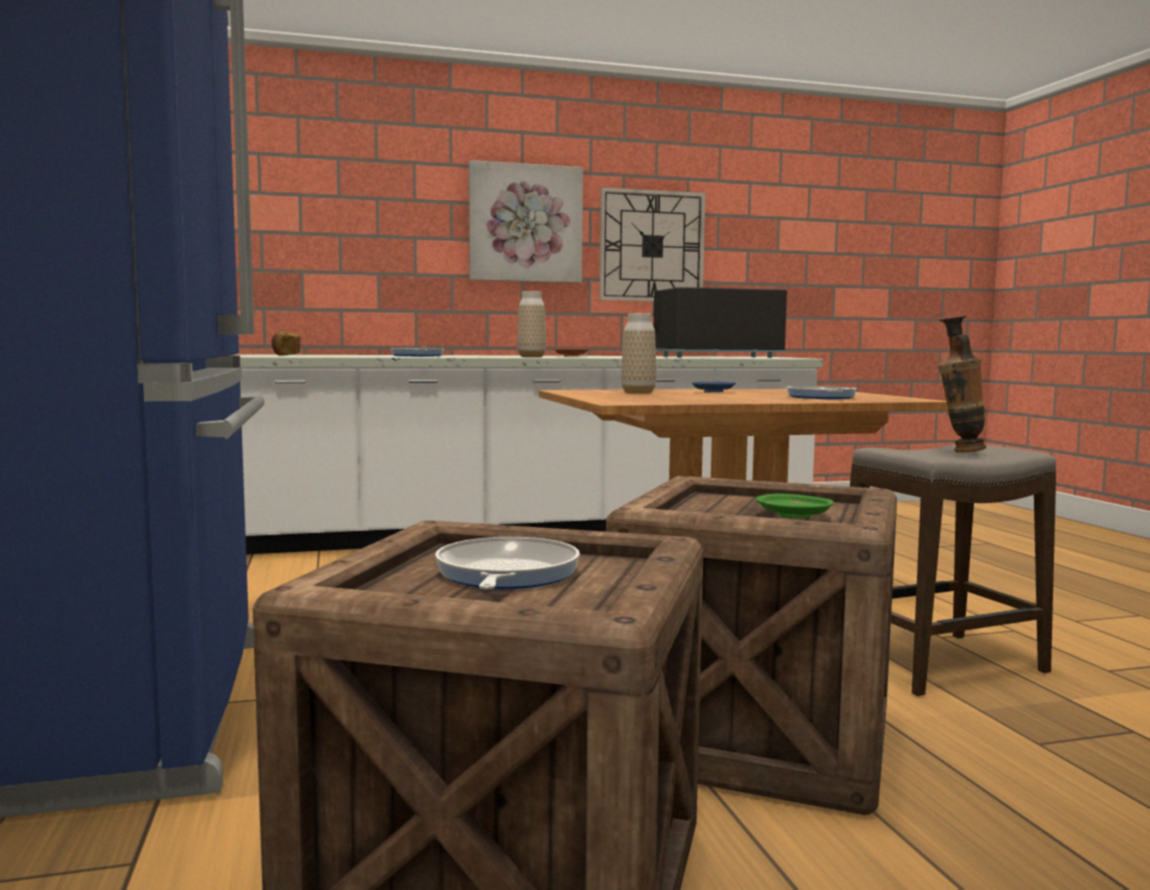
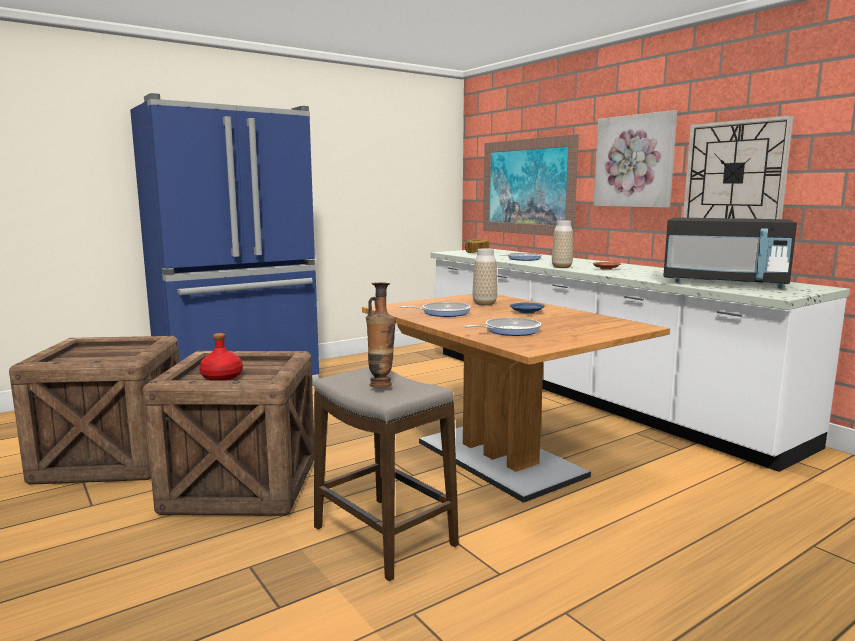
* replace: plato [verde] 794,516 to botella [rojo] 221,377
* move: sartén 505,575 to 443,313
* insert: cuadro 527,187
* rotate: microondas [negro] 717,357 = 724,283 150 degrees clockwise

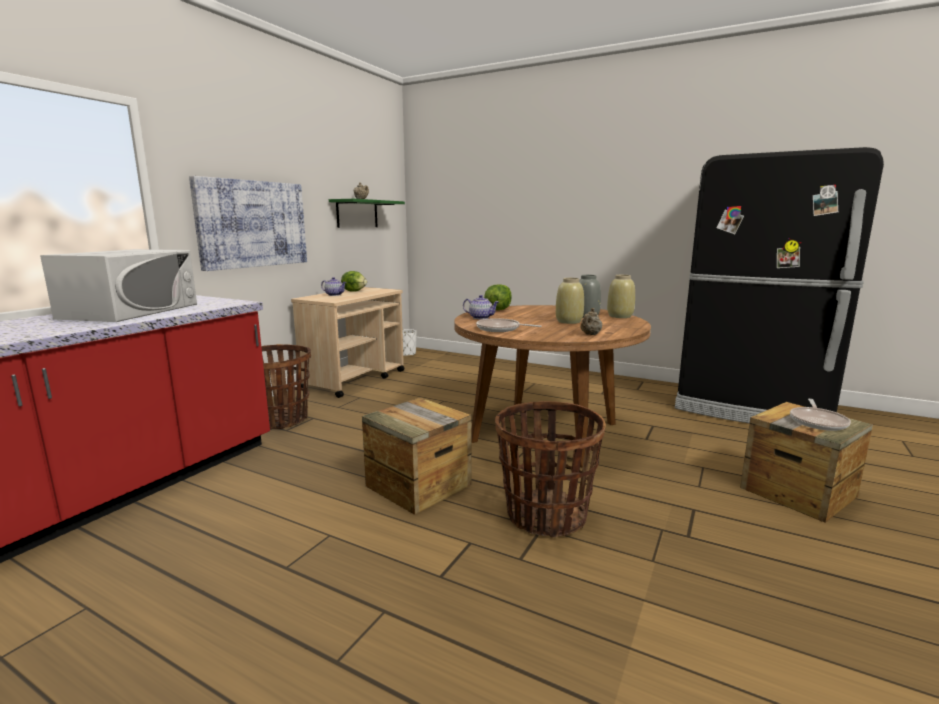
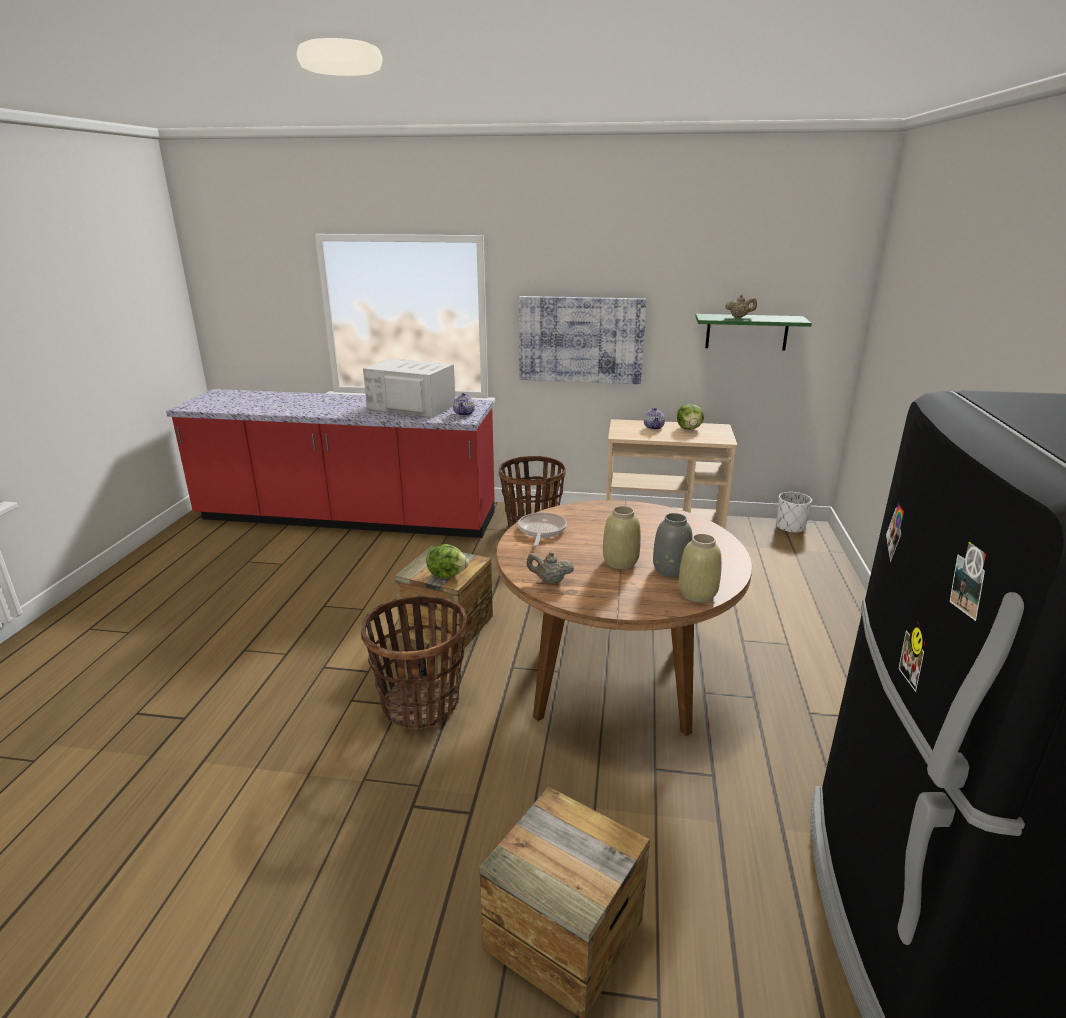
* rotate: microondas [blanco] 131,311 = 411,407 150 degrees counterclockwise
* move: lechuga 497,309 to 447,574
* move: tetera 480,317 to 464,413
* delete: sartén 818,421

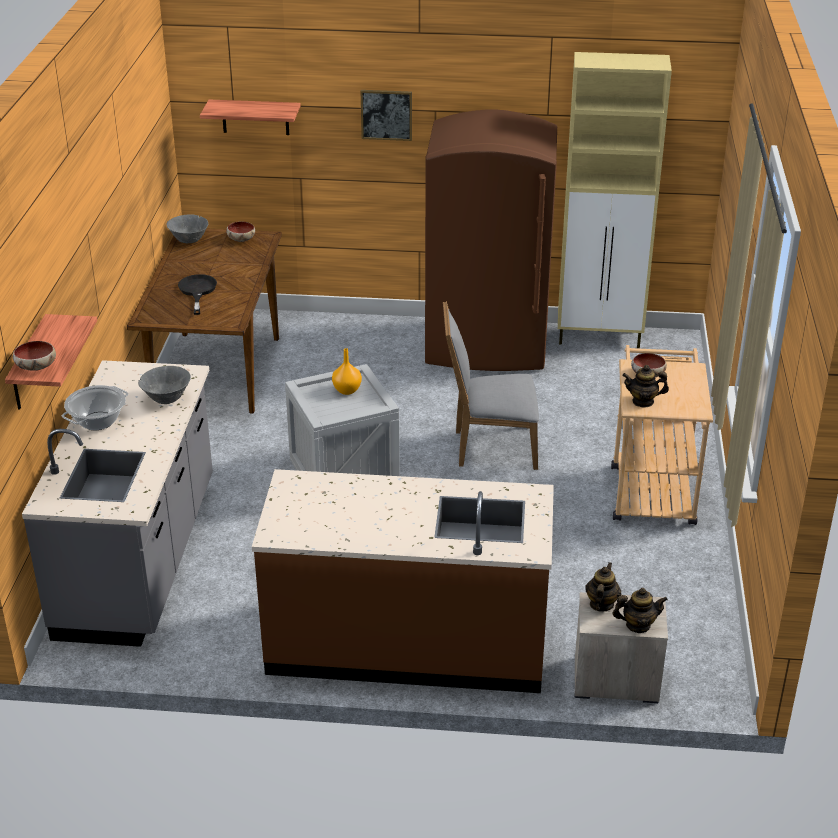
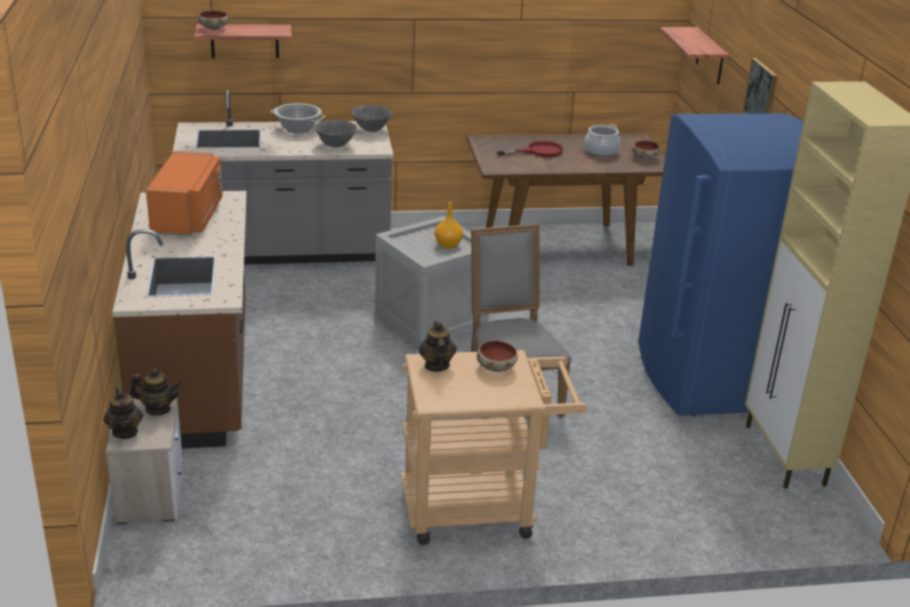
* insert: microondas [naranja] 189,217
* move: cuenco [gris] 189,241 to 371,130
* recolor: sartén [negro] 197,291 to sartén [rojo] 538,151
* insert: olla 601,151
* recolor: nevera [marrón] 487,346 to nevera [azul] 703,378

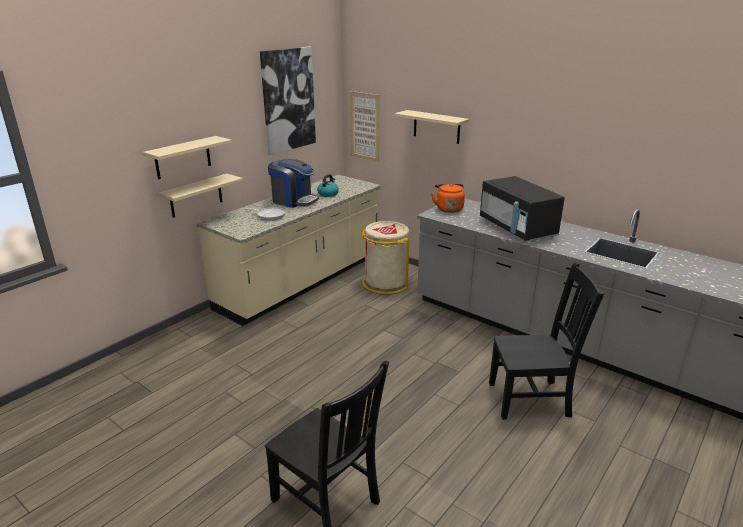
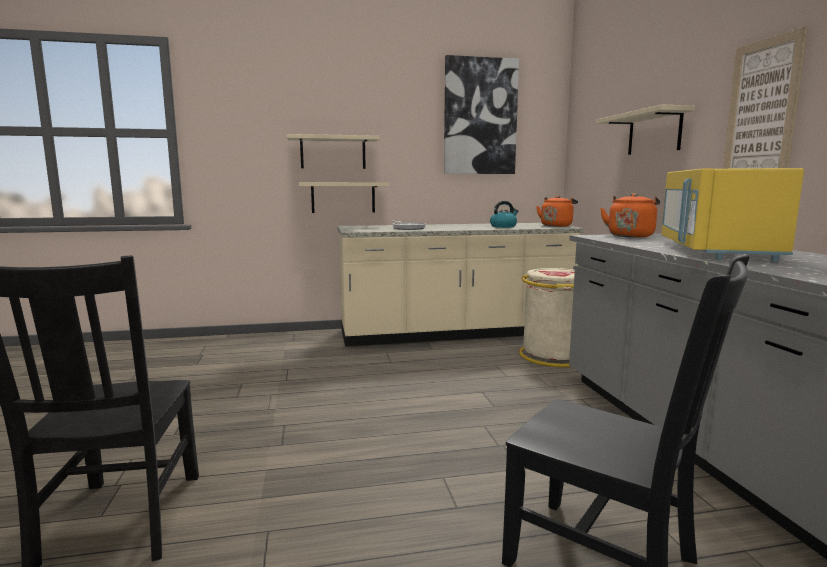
* insert: hervidor [naranja] 556,226
* recolor: microondas [negro] 517,228 to microondas [amarillo] 716,251
* move: cuadro 365,126 to 761,113
* delete: cafetera 294,200

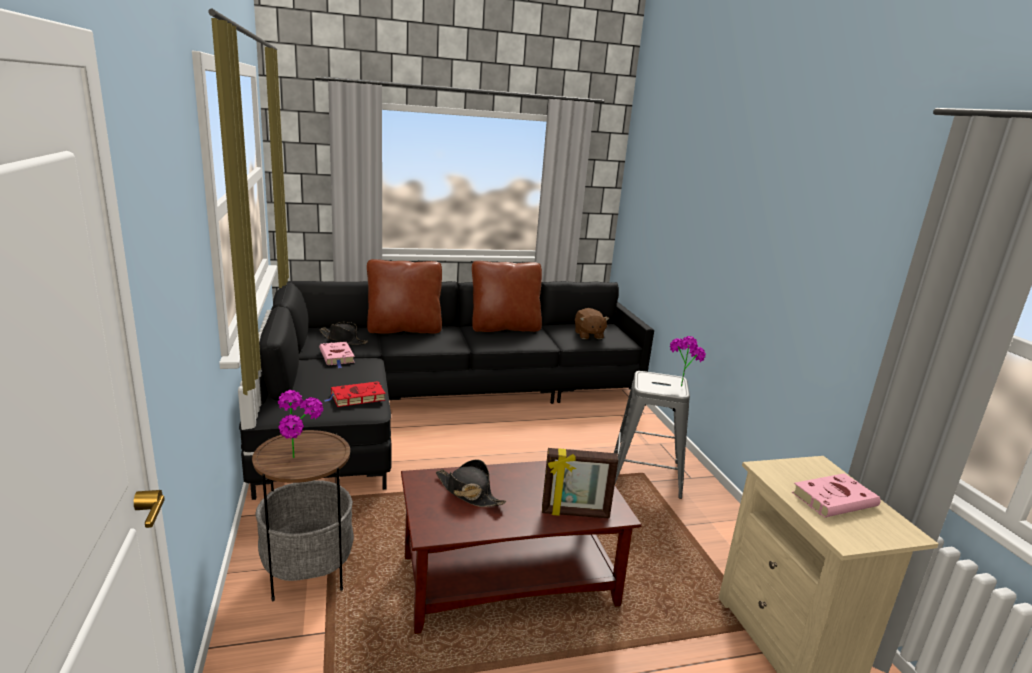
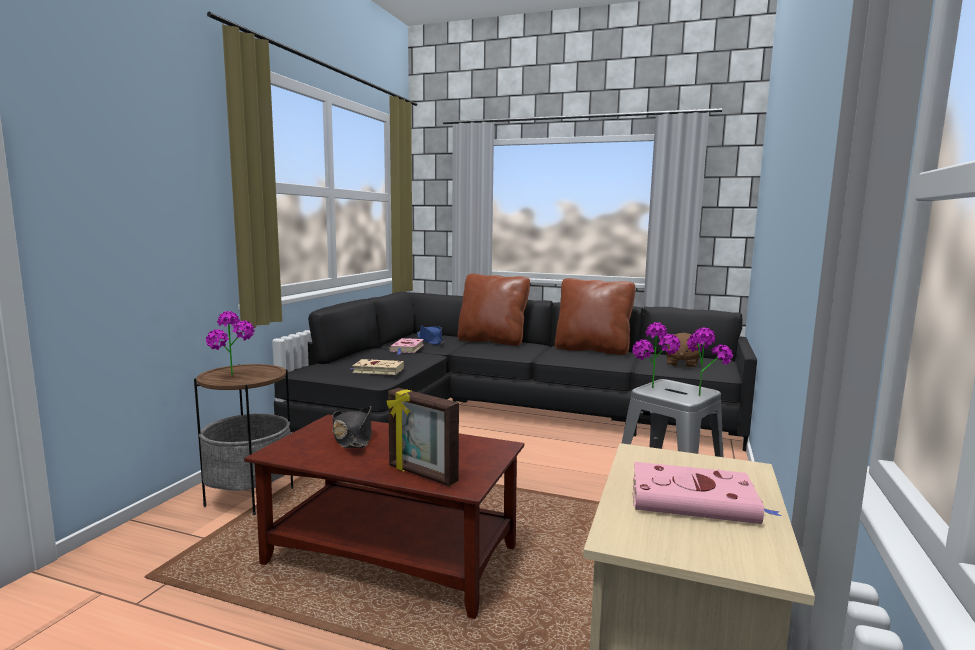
* recolor: libro [rojo] 356,397 to libro [beis] 376,370
* recolor: sombrero [negro] 343,339 to sombrero [azul] 430,341
* insert: planta en maceta 654,390

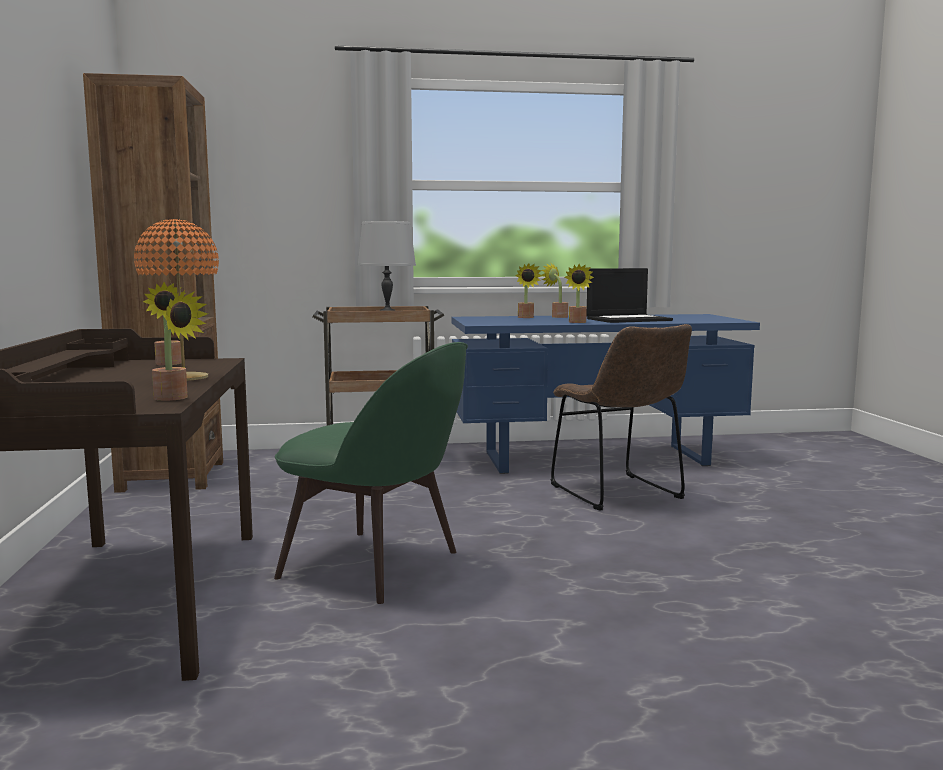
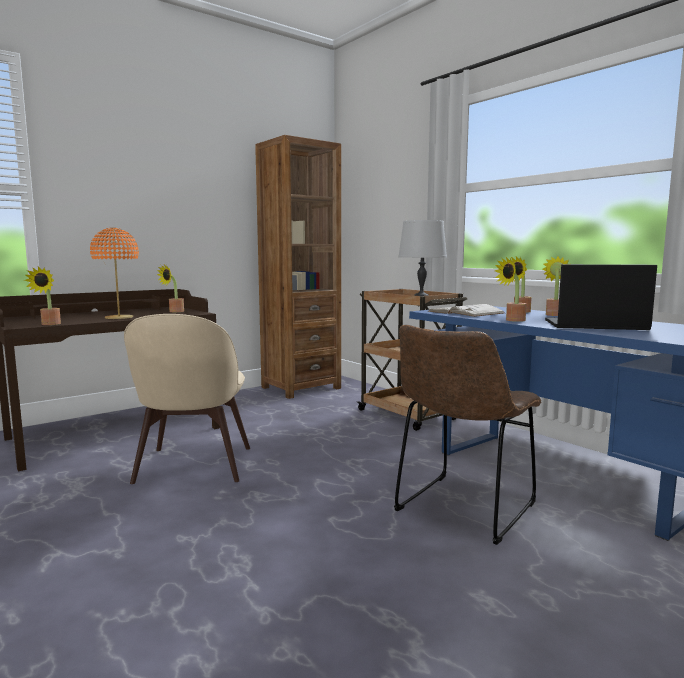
* recolor: silla [verde] 376,566 to silla [beis] 193,467
* insert: libro [blanco] 465,312
* rotate: portátil 629,319 = 594,325 150 degrees clockwise

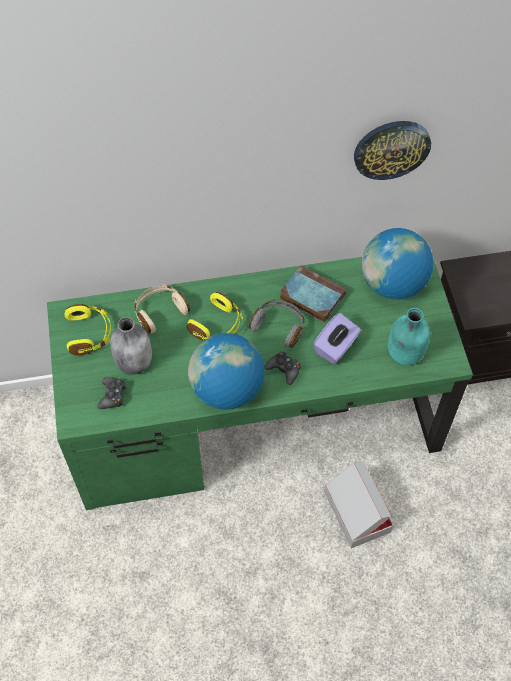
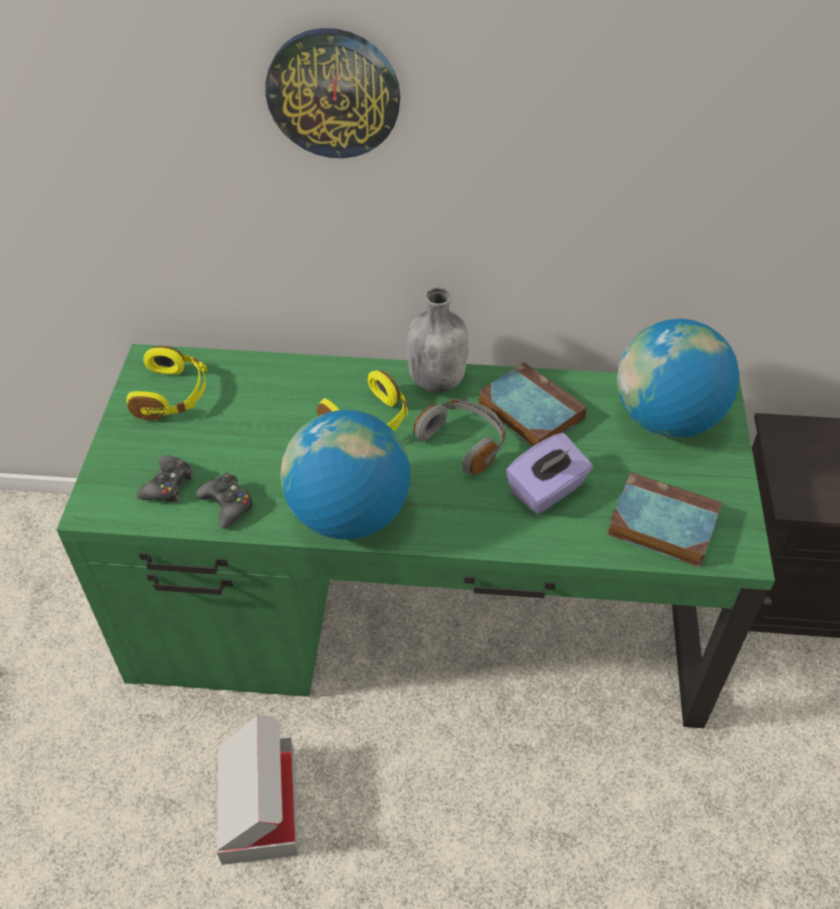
* move: mando de consola [negro] 284,369 to 227,505
* move: caja de cartón 356,511 to 258,804
* move: reloj de pared 391,149 to 333,93
* move: botella [gris] 134,362 to 437,380
* replace: botella [turquesa] 404,354 to libro 660,524
* delete: auriculares [beis] 159,312

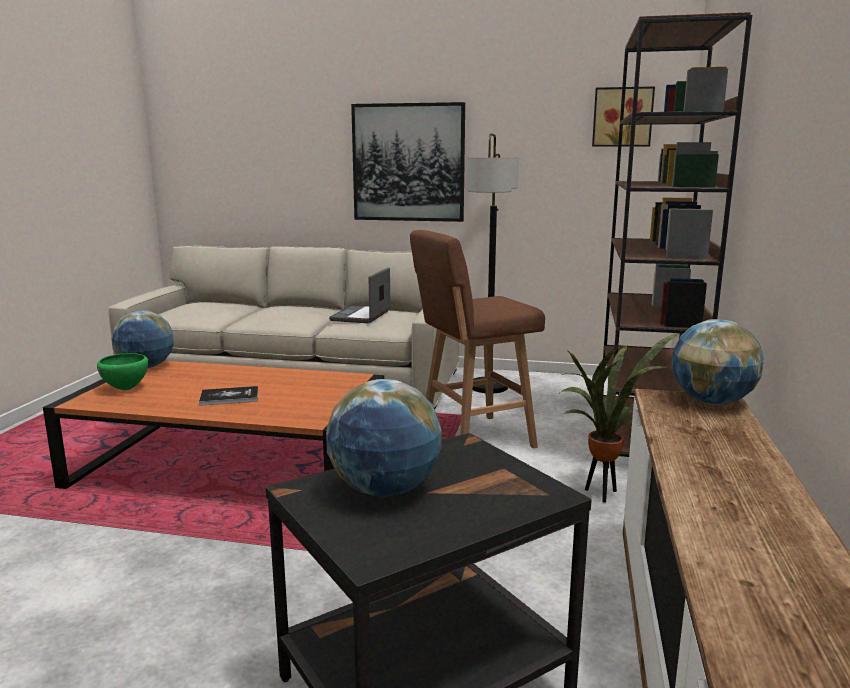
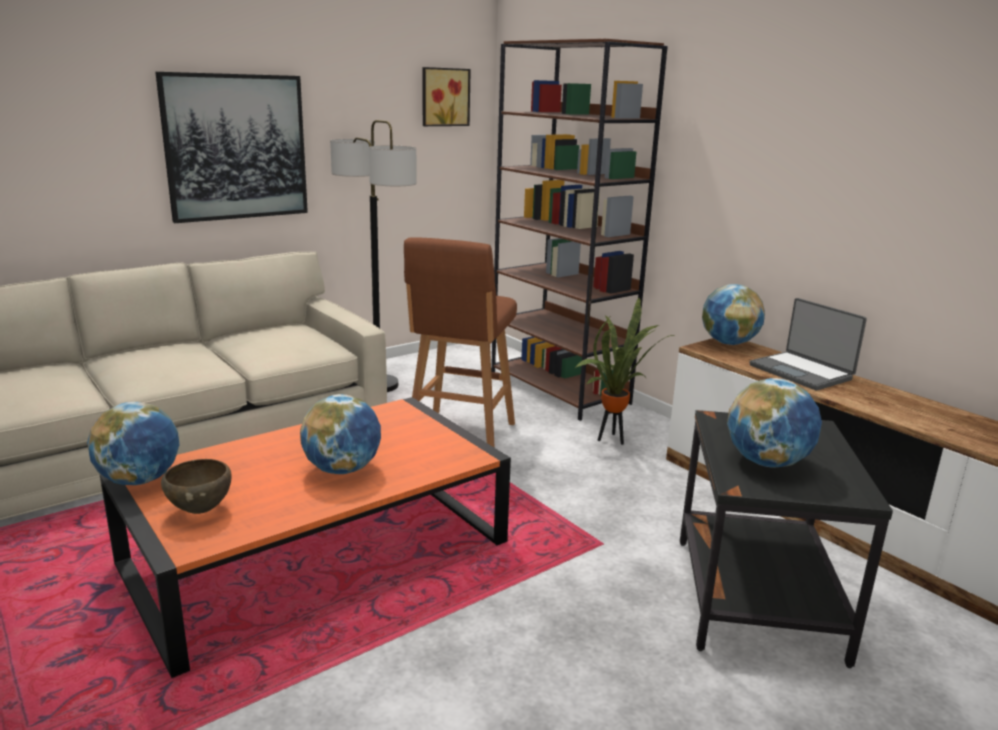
* recolor: cuenco [verde] 126,389 to cuenco [marrón] 201,510
* replace: libro 229,397 to globo terráqueo 343,469
* move: portátil 362,316 to 801,372

